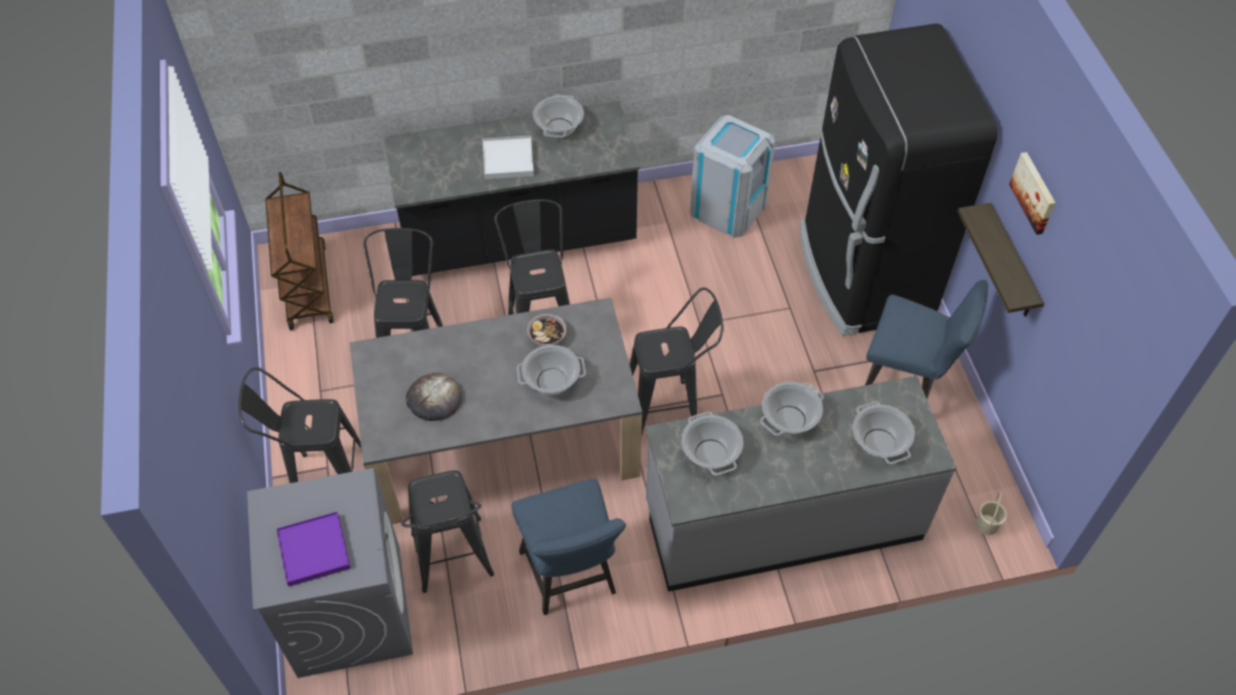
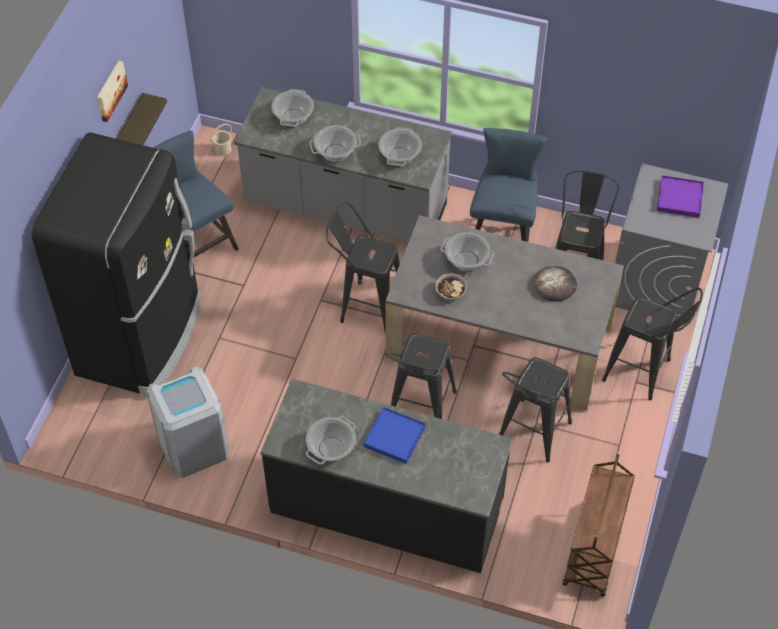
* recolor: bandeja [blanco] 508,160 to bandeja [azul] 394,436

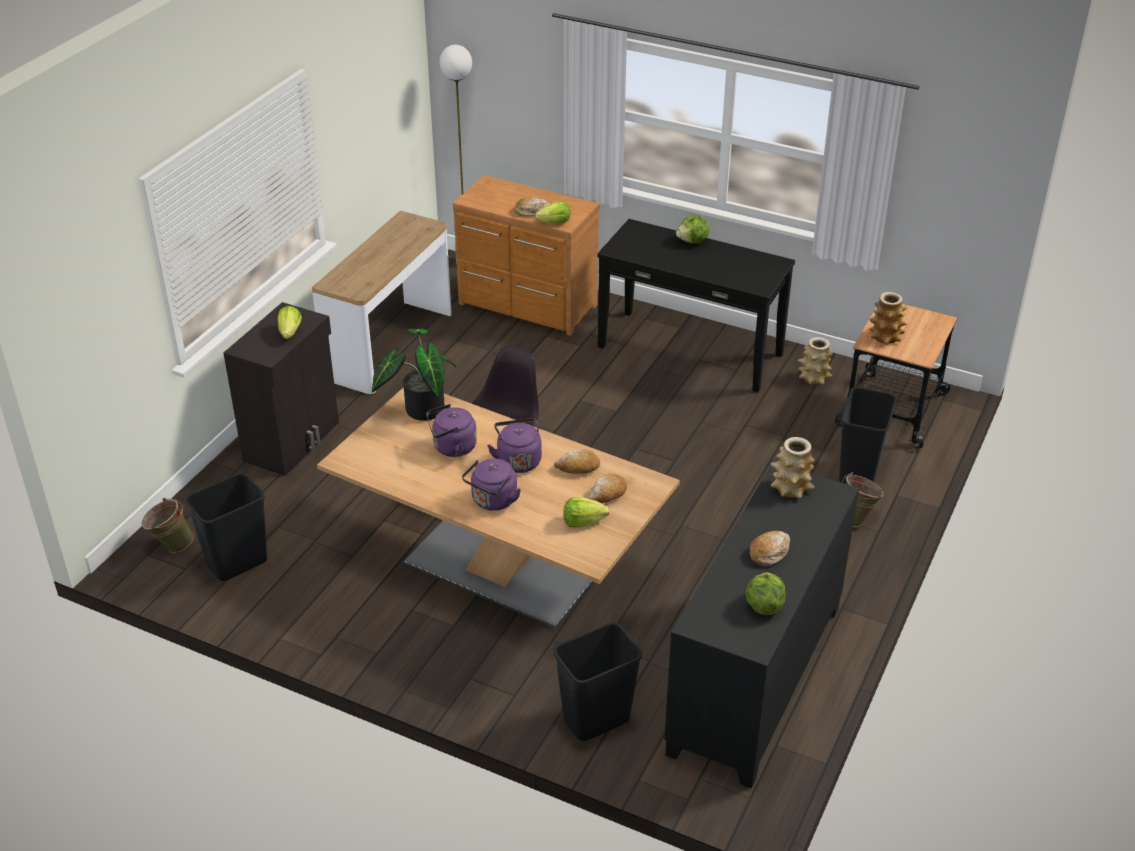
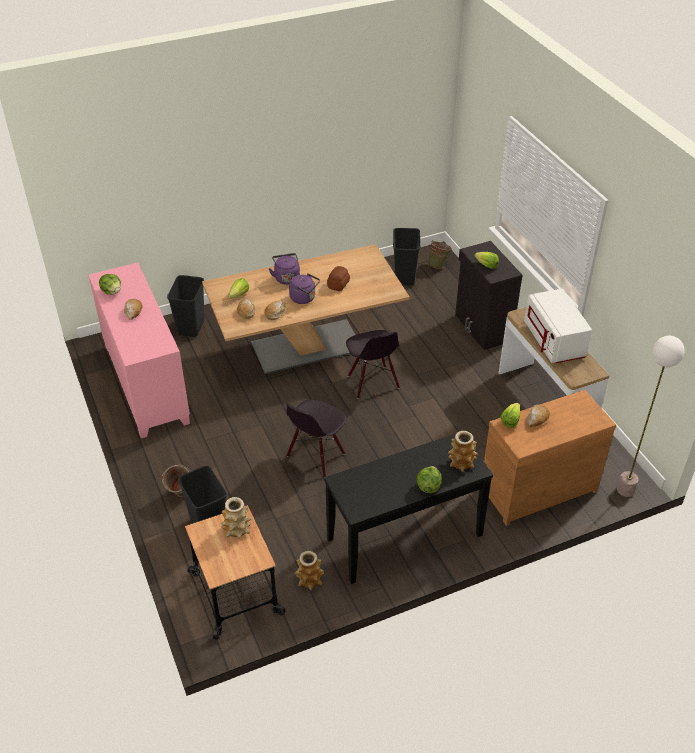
* recolor: armario [negro] 757,680 to armario [rosa] 145,384
* insert: silla [negro] 316,456
* replace: hervidor [morado] 452,448 to pan 339,284
* move: florero 790,488 to 461,462
* insert: microondas [blanco] 554,341
* delete: planta en maceta 420,409

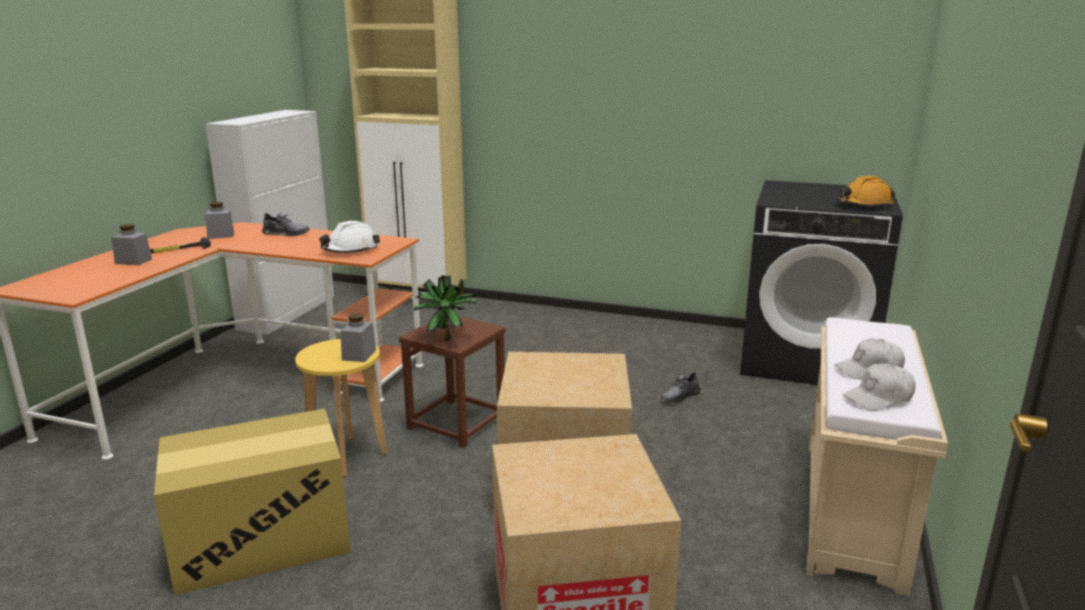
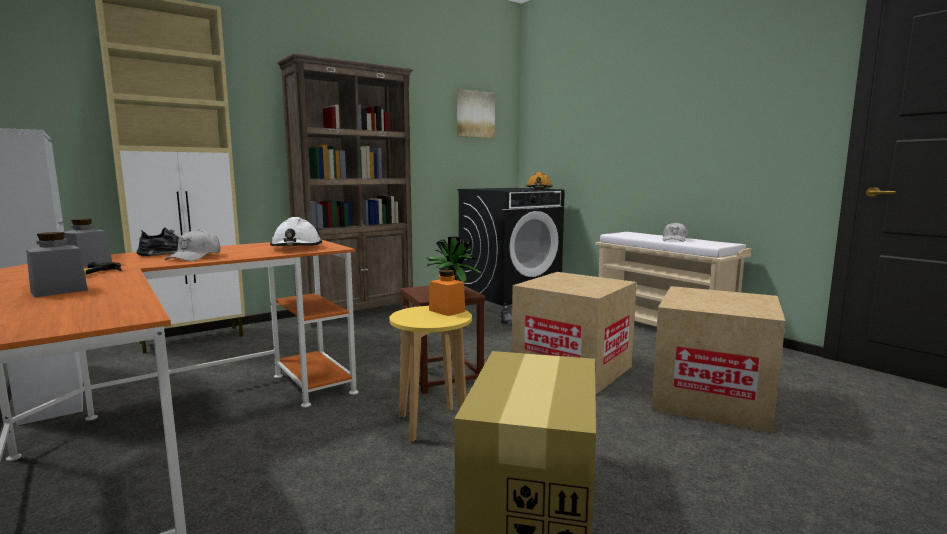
* move: gorra [blanco] 879,398 to 195,257
* insert: estantería [marrón] 357,313
* recolor: tarro [gris] 359,355 to tarro [naranja] 447,311
* insert: cuadro 475,114

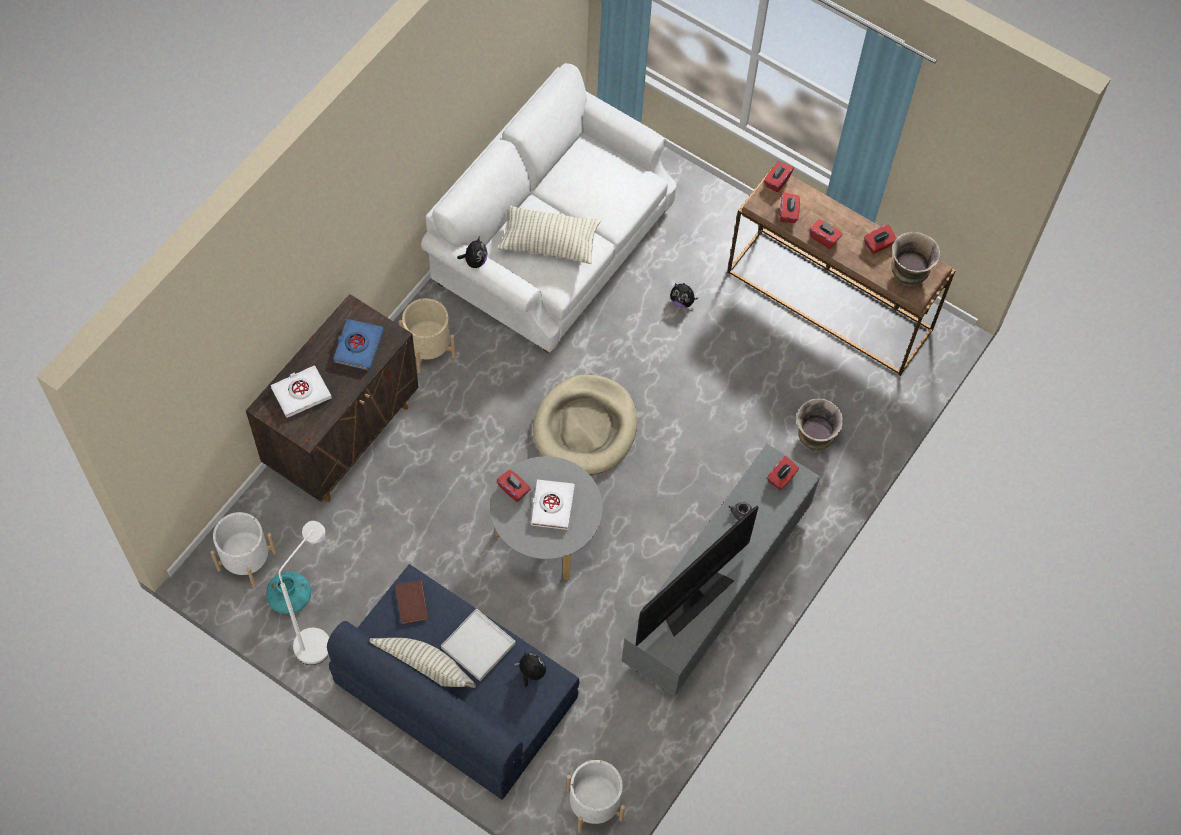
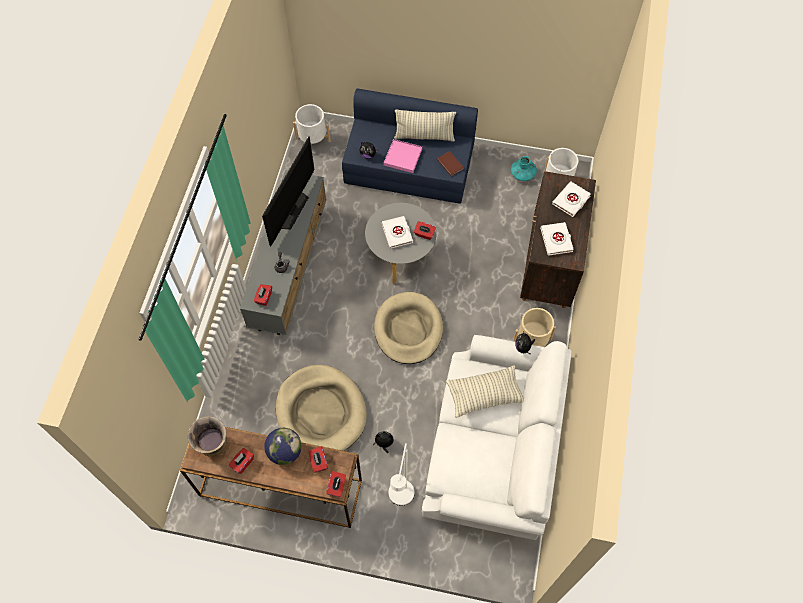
* replace: caja de pañuelos [rojo] 824,238 to globo terráqueo 285,451
* insert: cama para perro [beis] 321,412
* recolor: bandeja [blanco] 478,645 to bandeja [rosa] 403,157
* move: lámpara de pie [blanco] 318,638 to 401,500
* recolor: libro [azul] 358,346 to libro [blanco] 556,240
* delete: florero 814,440

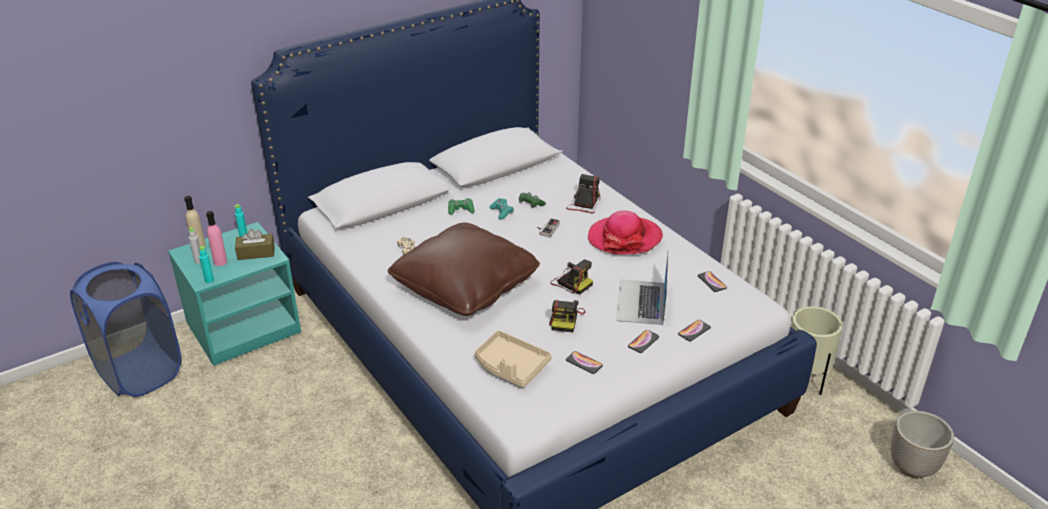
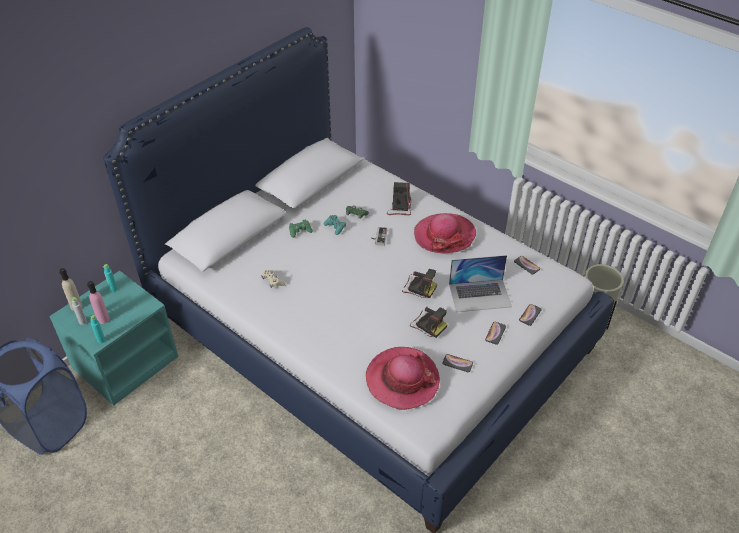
* replace: bandeja [beis] 511,366 to sombrero 402,380
* rotate: cámara 566,319 = 428,324 45 degrees counterclockwise
* rotate: portátil 641,302 = 480,295 90 degrees counterclockwise
* delete: caja de pañuelos [marrón] 256,253
* delete: cojín [marrón] 465,286
* delete: maceta 912,468

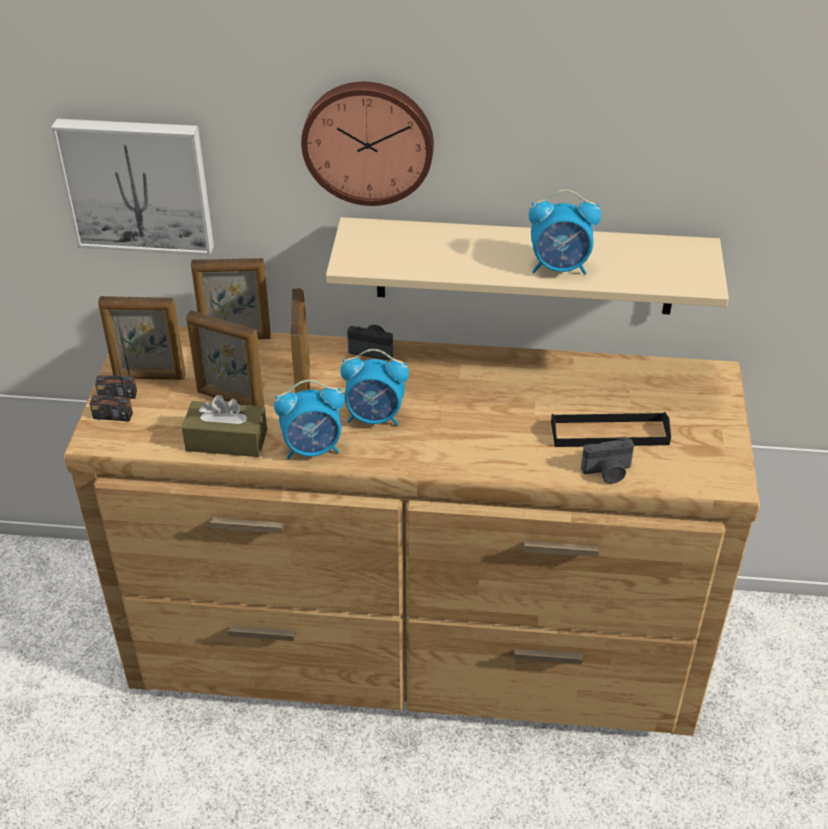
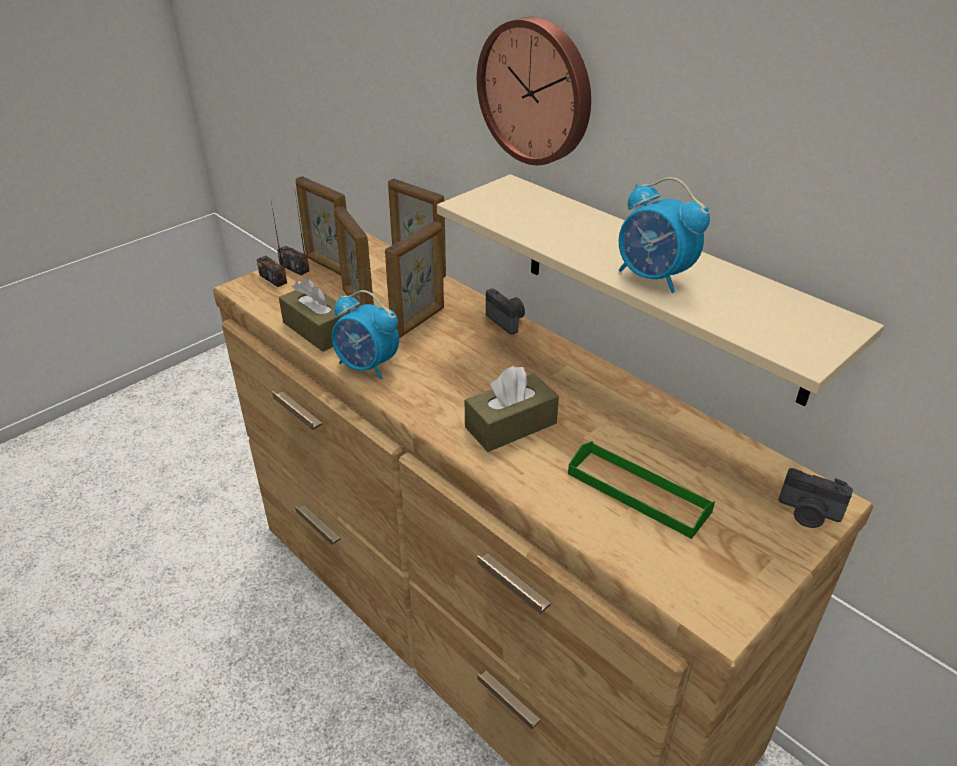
* insert: caja de pañuelos [marrón] 511,425
* recolor: bandeja [negro] 609,433 to bandeja [verde] 638,492
* move: cámara 608,472 to 808,514
* delete: cuadro 137,184
* delete: despertador 375,417

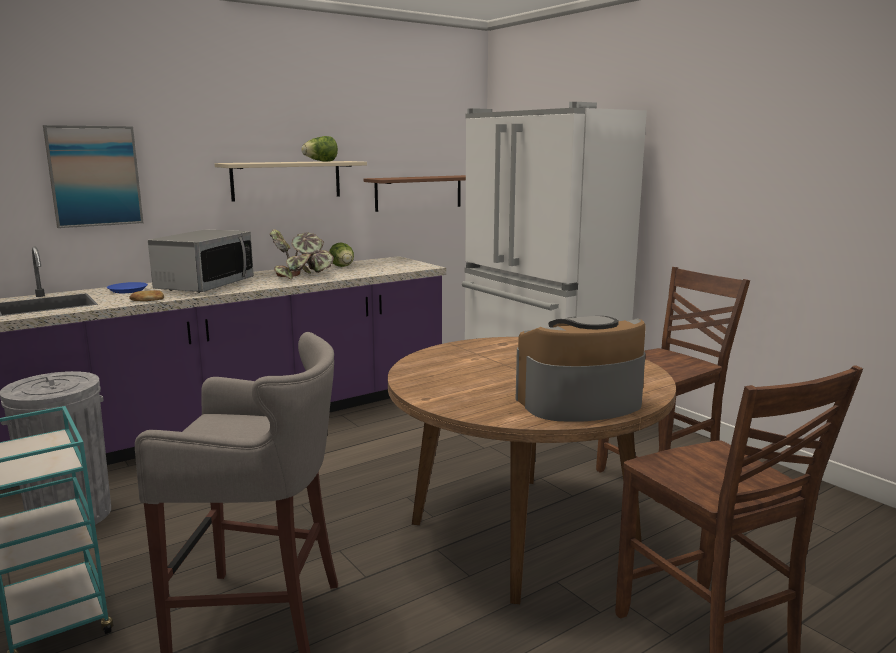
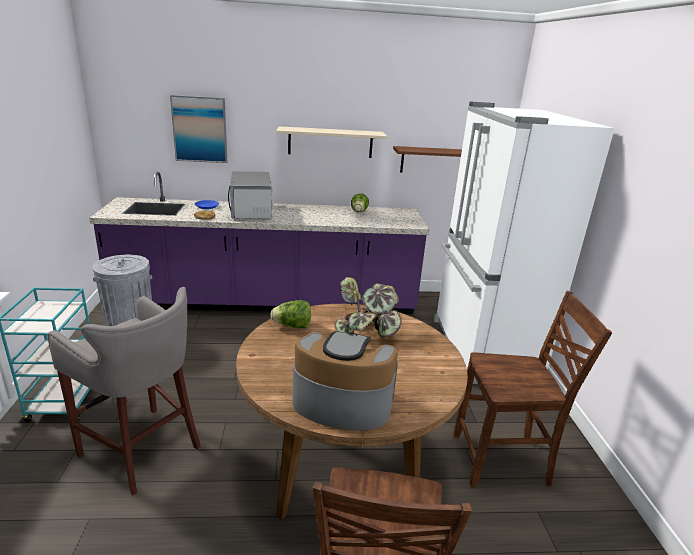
* rotate: microondas 205,285 = 252,211 120 degrees clockwise
* move: lechuga 321,161 to 292,326
* move: planta en maceta 301,276 to 367,331

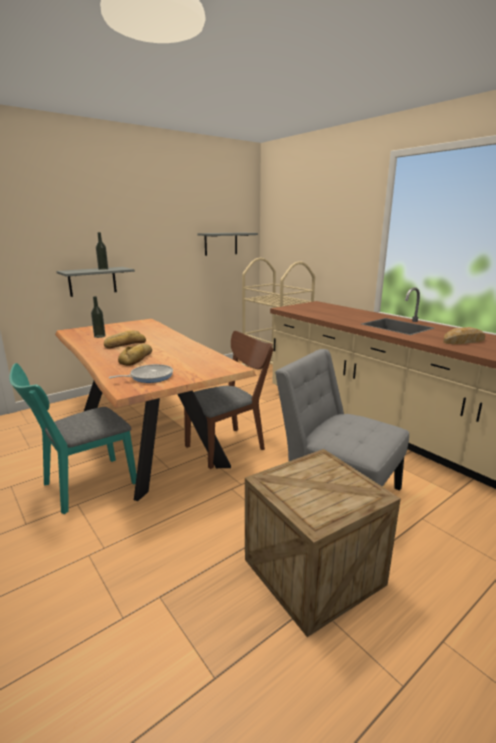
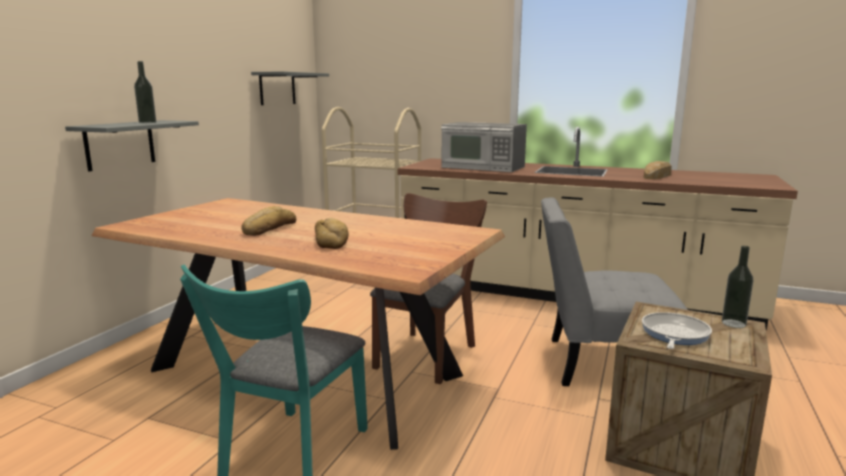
* insert: microondas 482,167
* move: sartén 149,377 to 674,334
* move: botella 99,336 to 733,323

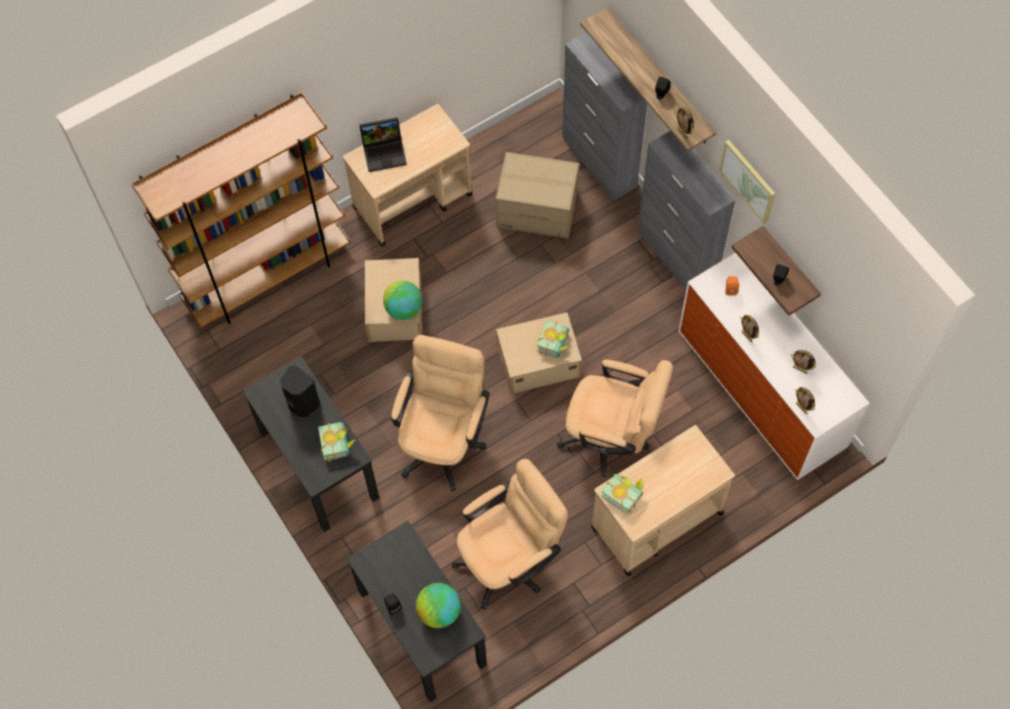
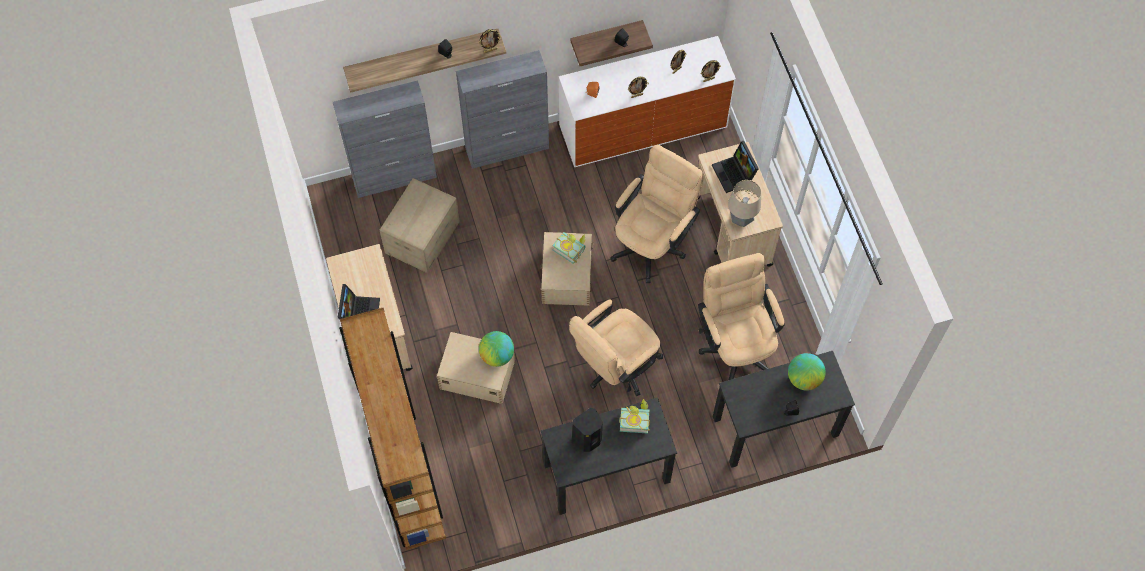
* rotate: silla de oficina [beis] 443,440 = 615,367 75 degrees counterclockwise
* insert: portátil 735,174
* replace: libro 624,493 to lámpara de mesa 741,220
* delete: cuadro 748,180

